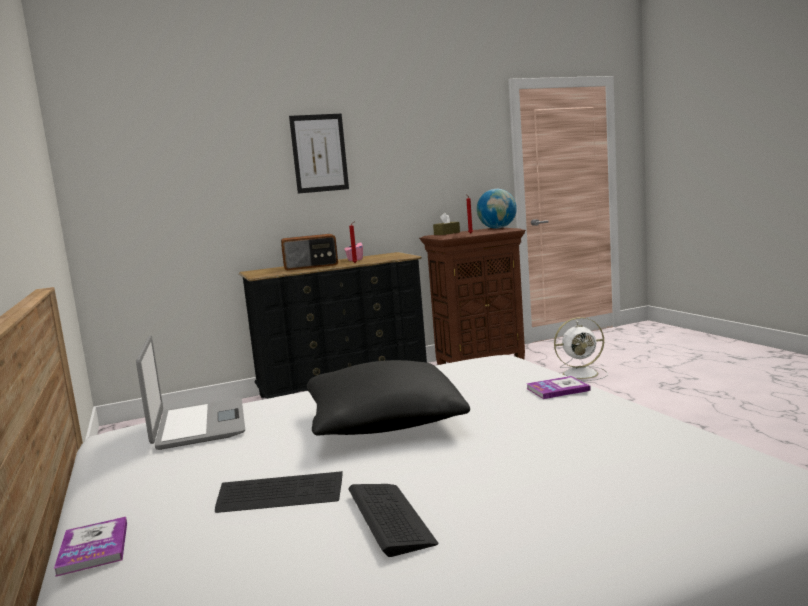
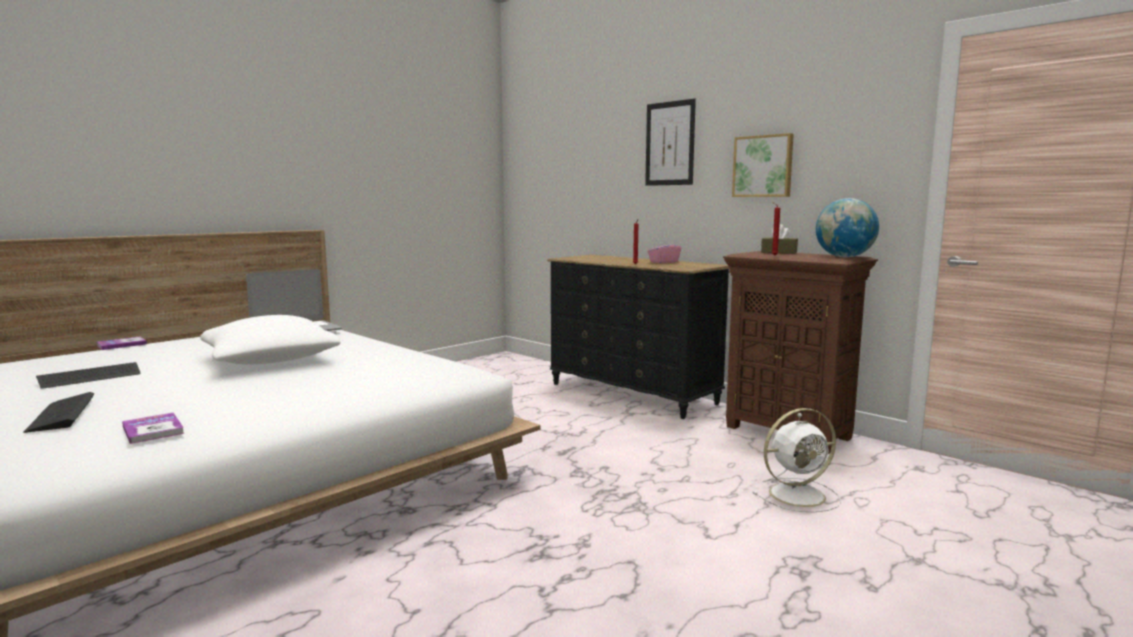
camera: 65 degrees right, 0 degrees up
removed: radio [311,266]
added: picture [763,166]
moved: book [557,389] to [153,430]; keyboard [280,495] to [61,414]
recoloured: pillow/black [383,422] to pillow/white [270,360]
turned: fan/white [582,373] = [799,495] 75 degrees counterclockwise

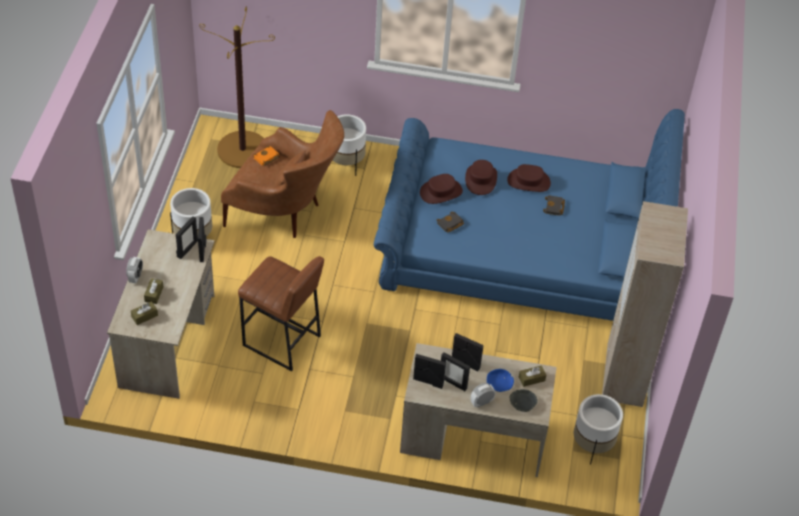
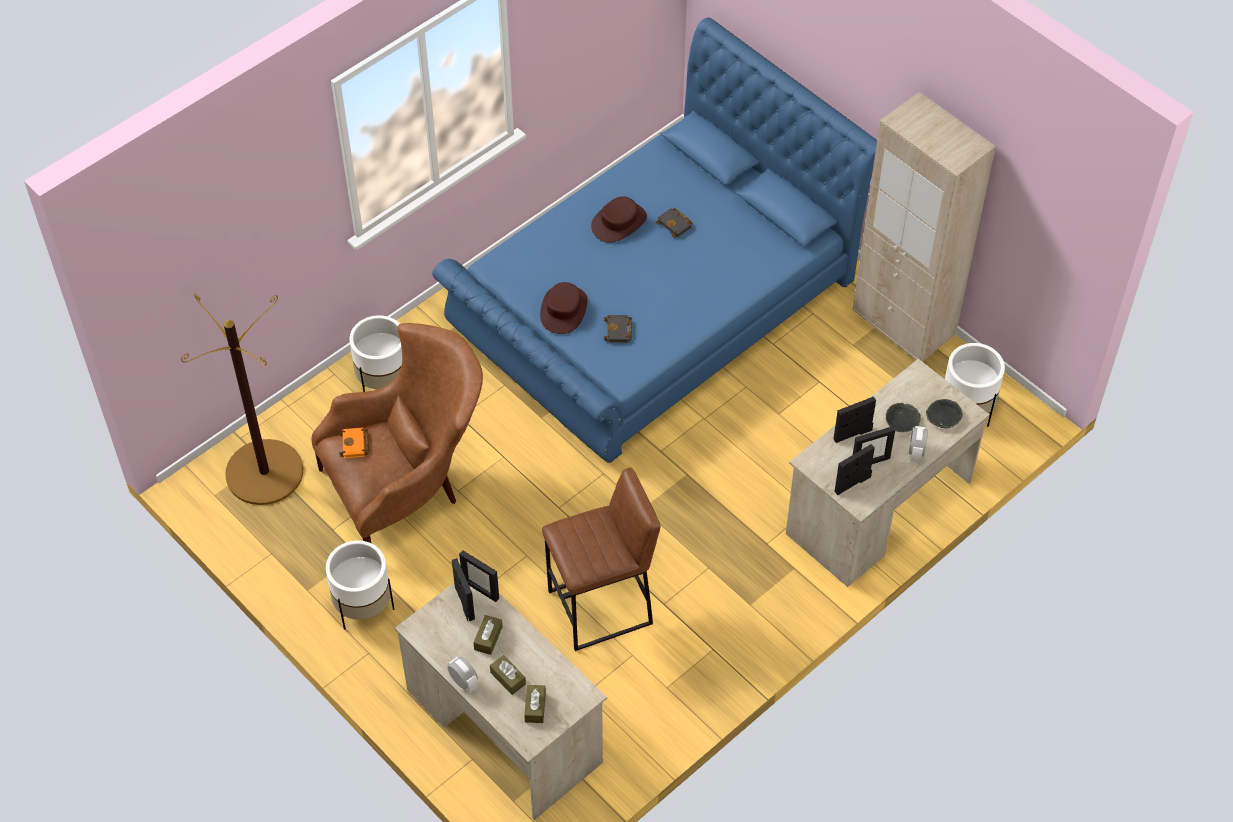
camera: 50 degrees left, 5 degrees up
removed: hat/brown [480,179]
moved: tissue box/brown [531,379] to [488,638]
recoloured: bowl/blue [499,383] to bowl/grey [902,421]

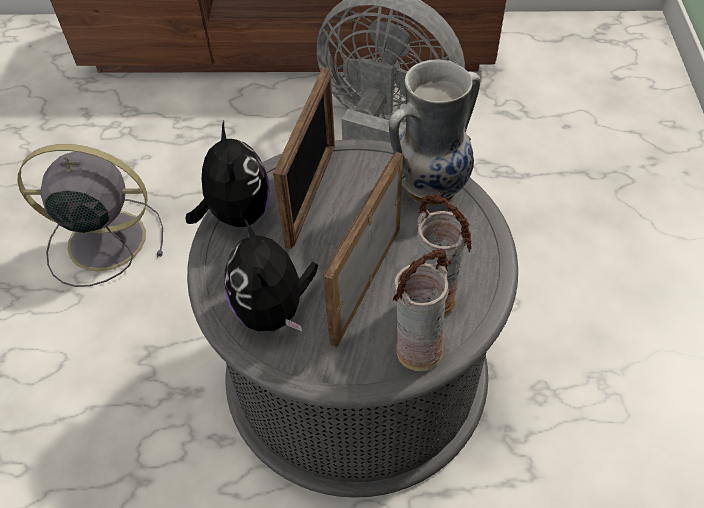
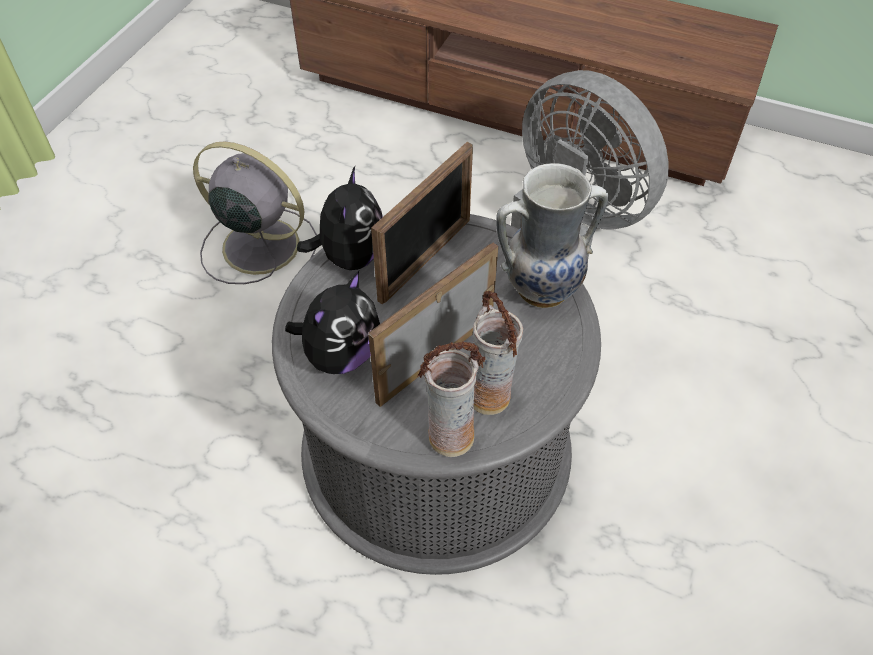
camera: 20 degrees right, 0 degrees up
turned: plush toy [273,310] = [340,355] 150 degrees counterclockwise

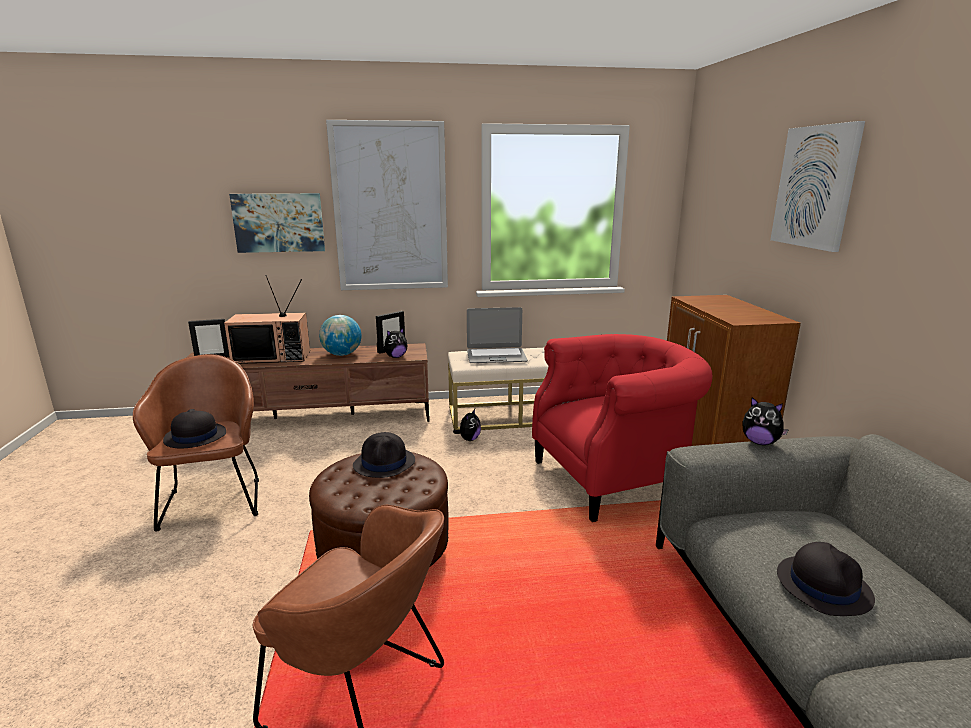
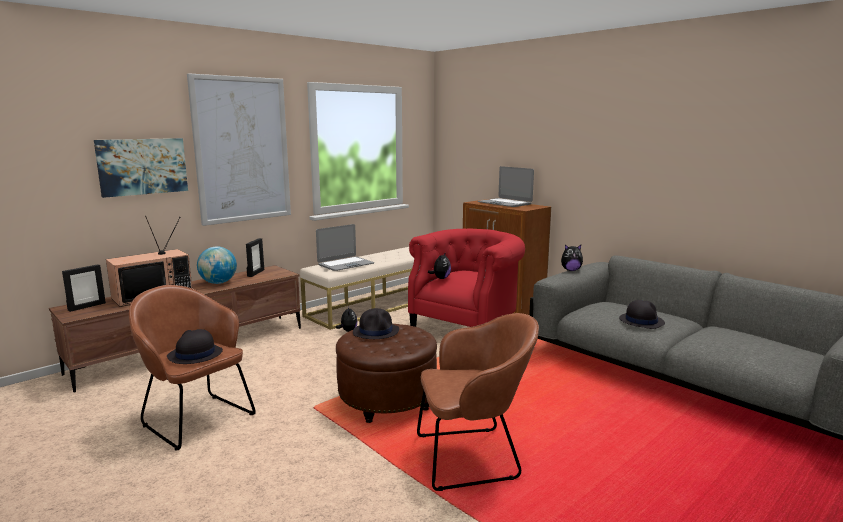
camera: 35 degrees left, 5 degrees down
removed: picture [815,187]
added: laptop [505,203]
moved: plush toy [395,357] to [441,278]

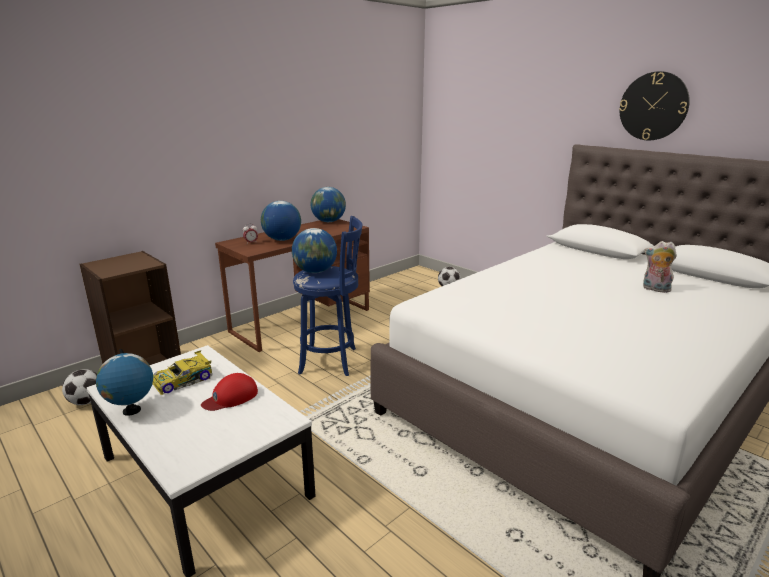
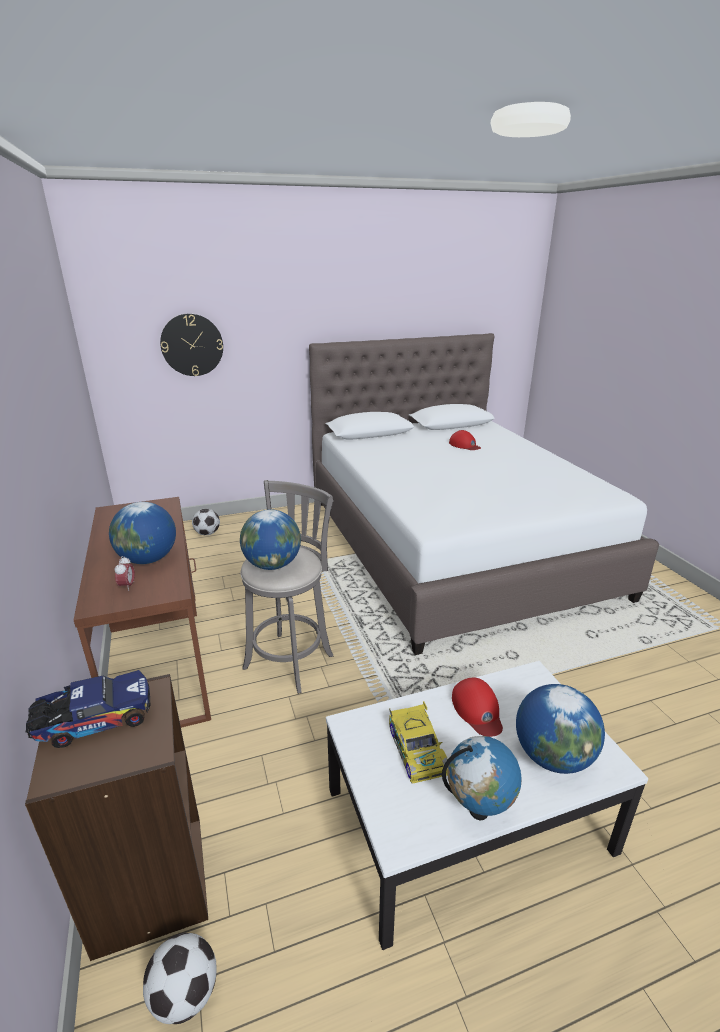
camera: 65 degrees left, 5 degrees up
added: toy truck [93,721]
moved: wall clock [653,106] to [192,345]; globe [329,221] to [552,756]
replaced: plush toy [655,289] to cap/red [464,445]
recoloured: stool/blue [332,361] to stool/grey [291,659]

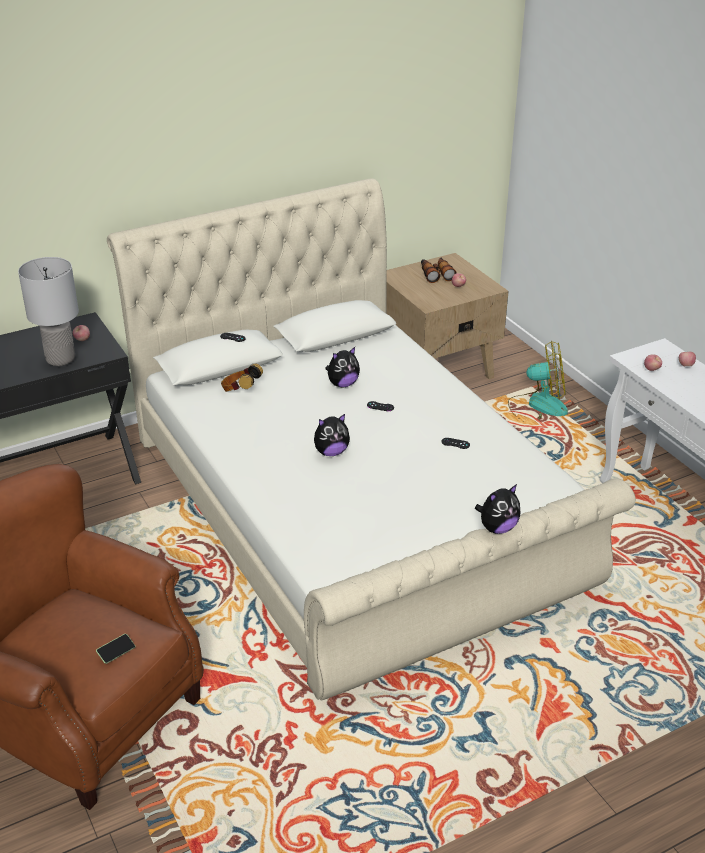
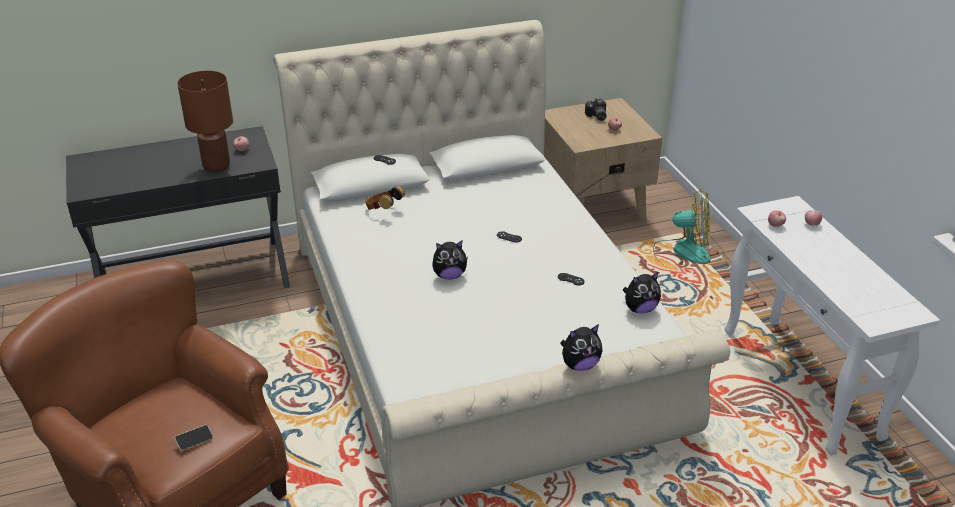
camera: 10 degrees right, 0 degrees up
moved: plush toy [342,384] to [640,309]
replaced: binoculars [436,274] to photo camera [596,116]
recoloured: table lamp/grey [61,361] to table lamp/brown [217,167]

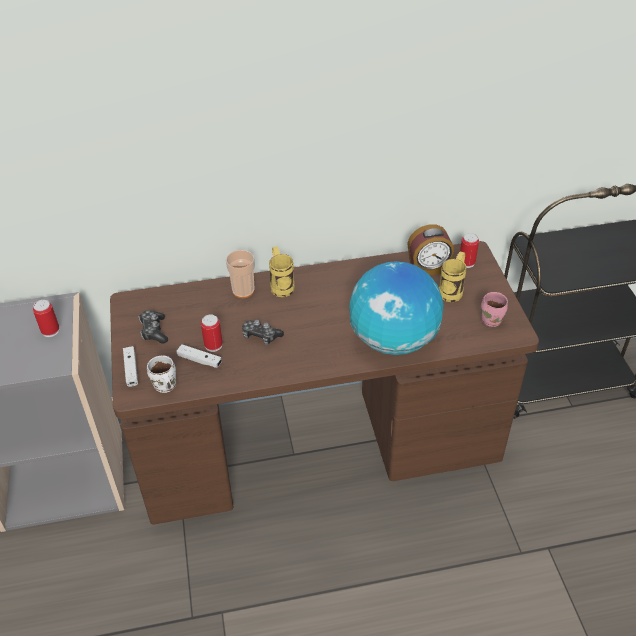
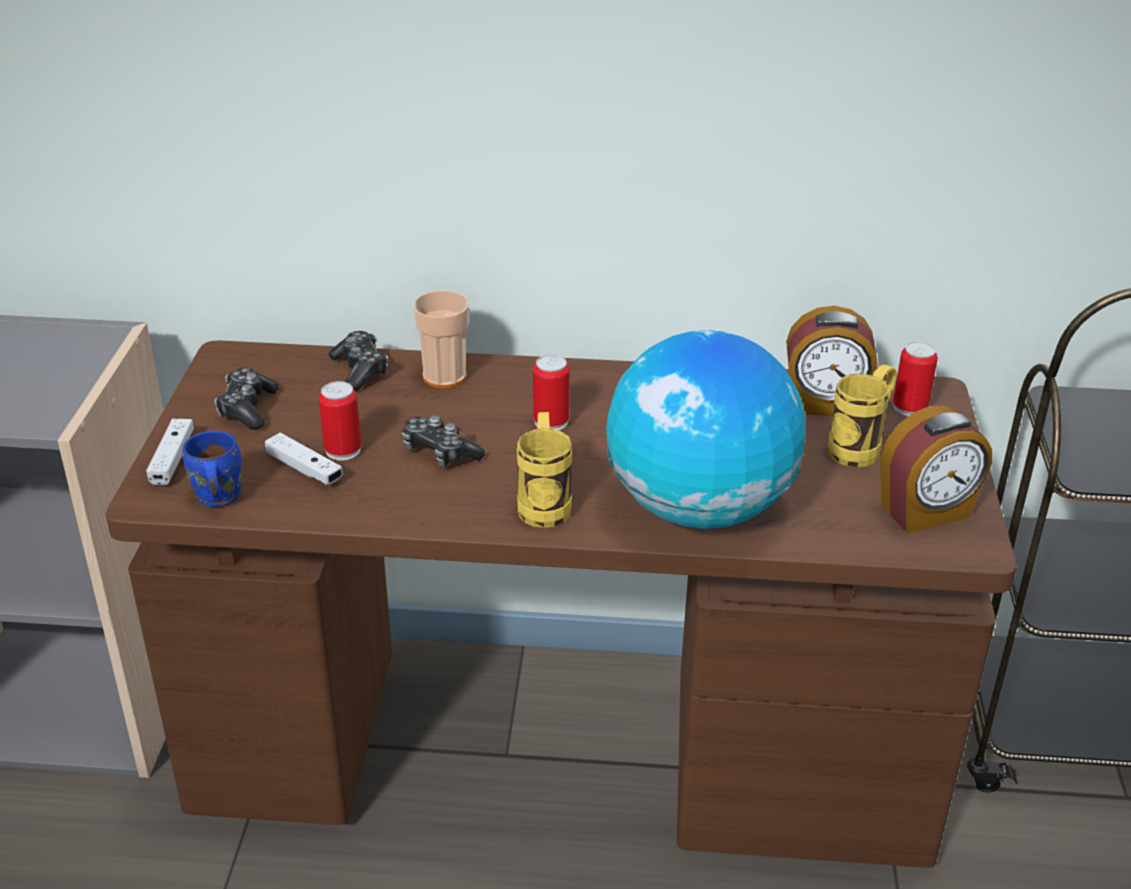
camera: 15 degrees right, 10 degrees down
added: game controller [360,370]
moved: mug/yellow [281,285] to [544,502]; can [50,331] to [551,422]
replaced: mug/pink [492,320] to alarm clock [926,512]
recoloured: mug/white [164,387] to mug/blue [216,498]

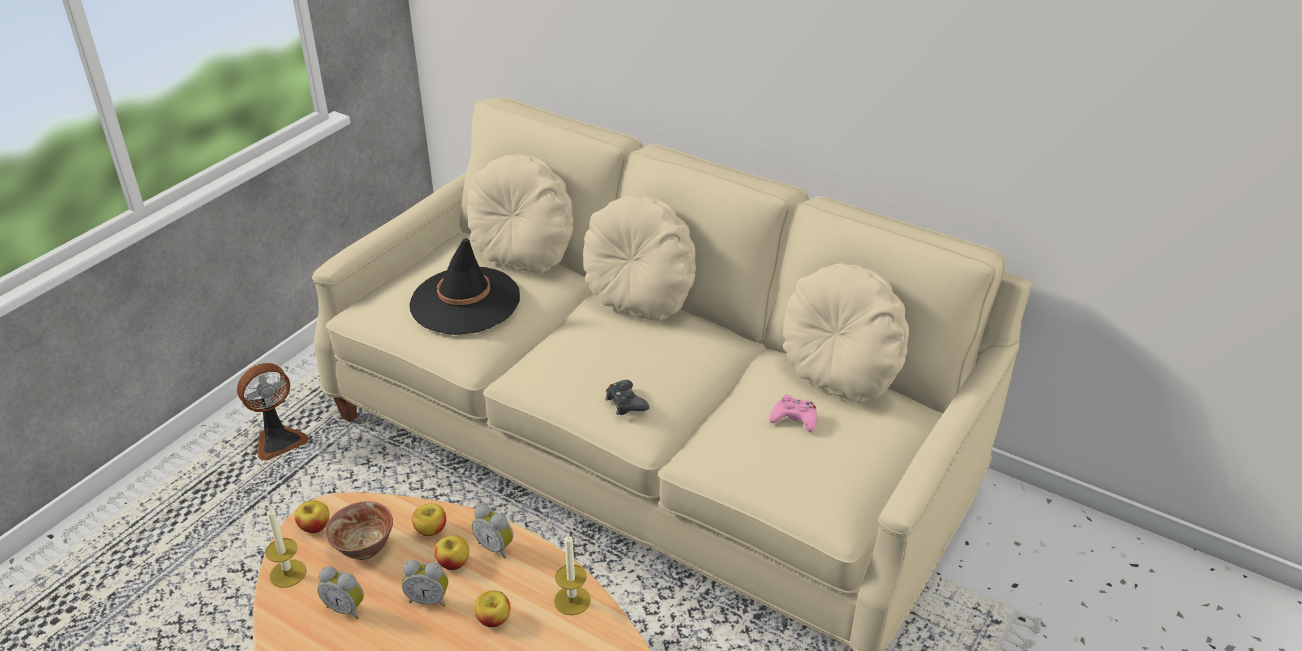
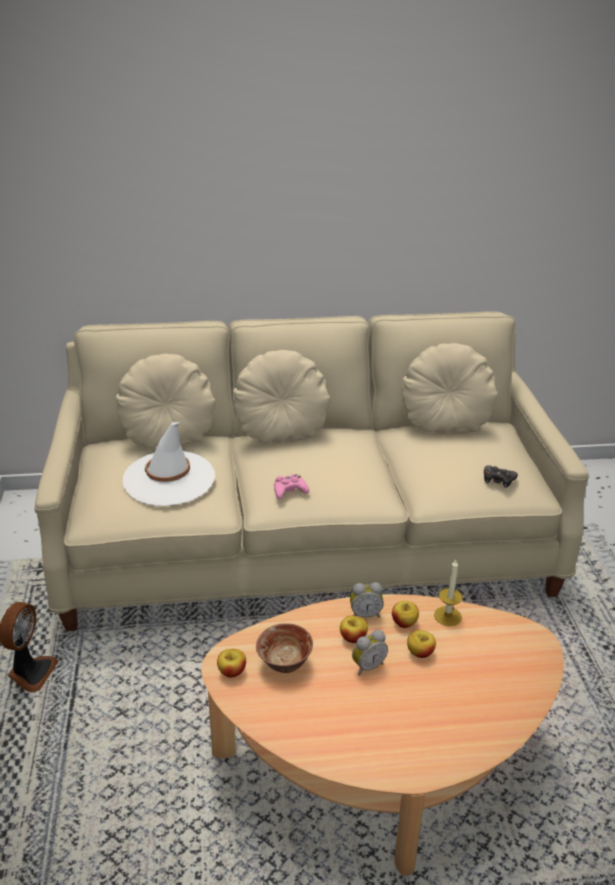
camera: 40 degrees left, 5 degrees down
removed: candle [288,573]; alarm clock [346,608]
moved: game controller/black [625,403] to [498,480]; game controller/pink [794,419] to [289,491]; apple [431,530] to [404,623]
recoloured: hat/black [465,301] to hat/white [169,479]

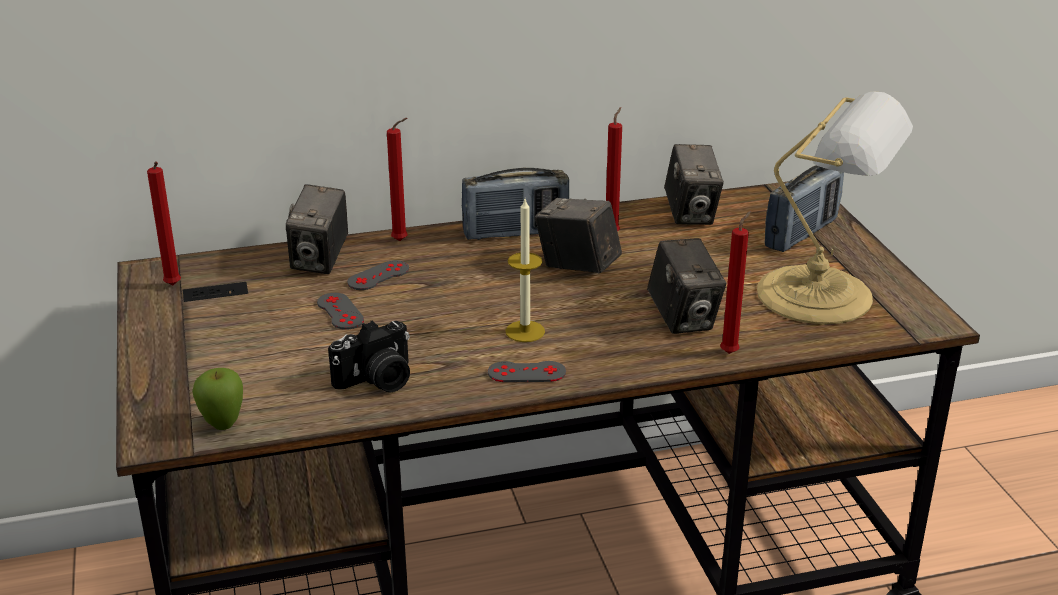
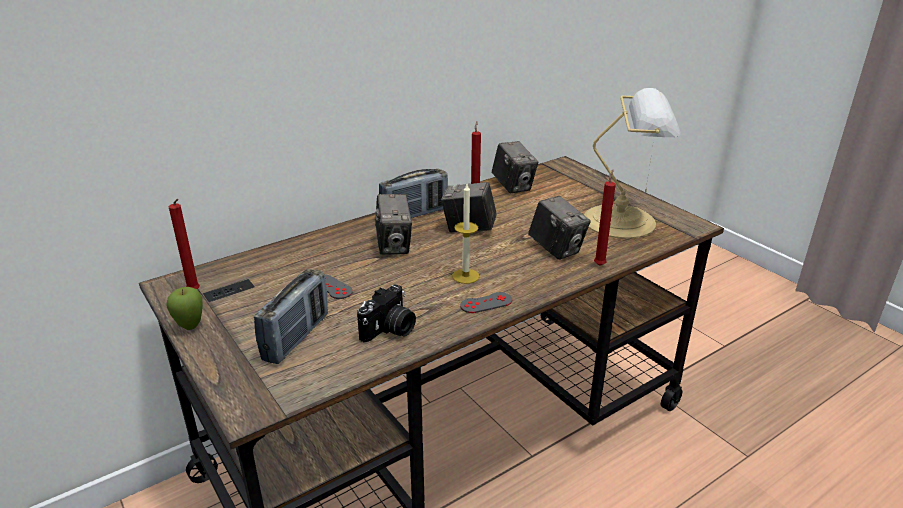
camera: 20 degrees left, 0 degrees up
removed: candle/red [402,241]; game controller/grey [378,276]
moved: radio [801,234] to [296,337]; photo camera [320,260] to [394,246]; apple [223,425] to [190,327]

